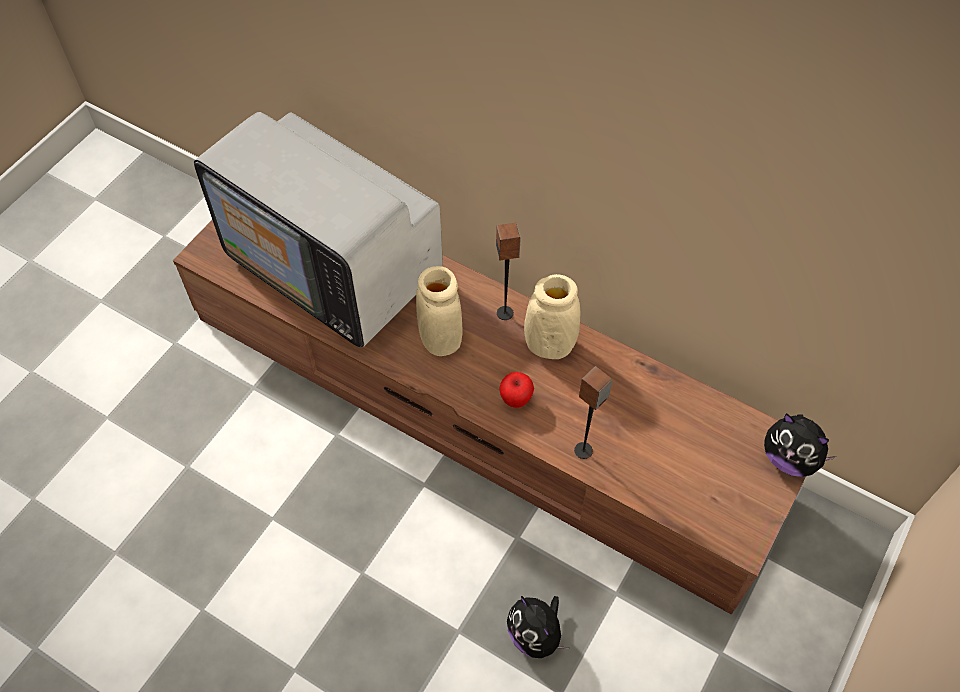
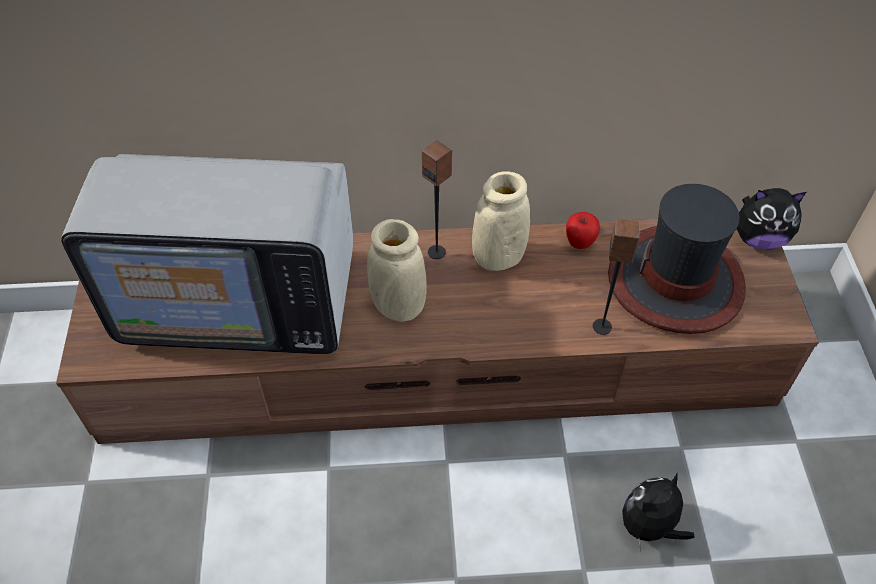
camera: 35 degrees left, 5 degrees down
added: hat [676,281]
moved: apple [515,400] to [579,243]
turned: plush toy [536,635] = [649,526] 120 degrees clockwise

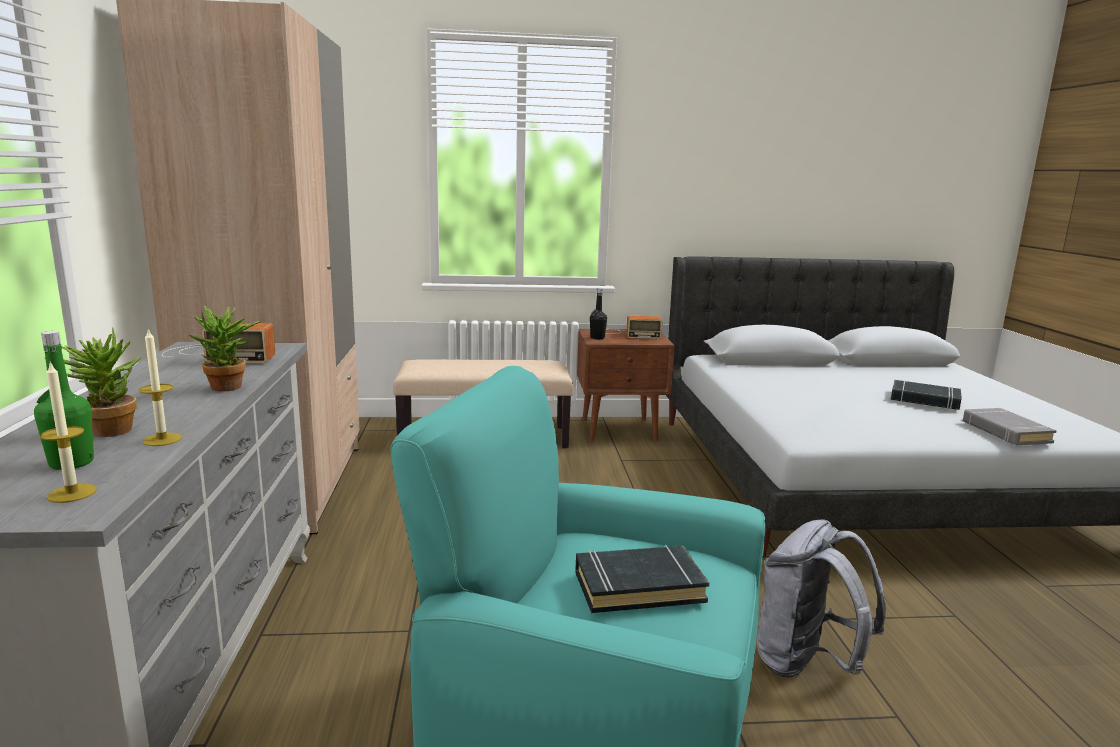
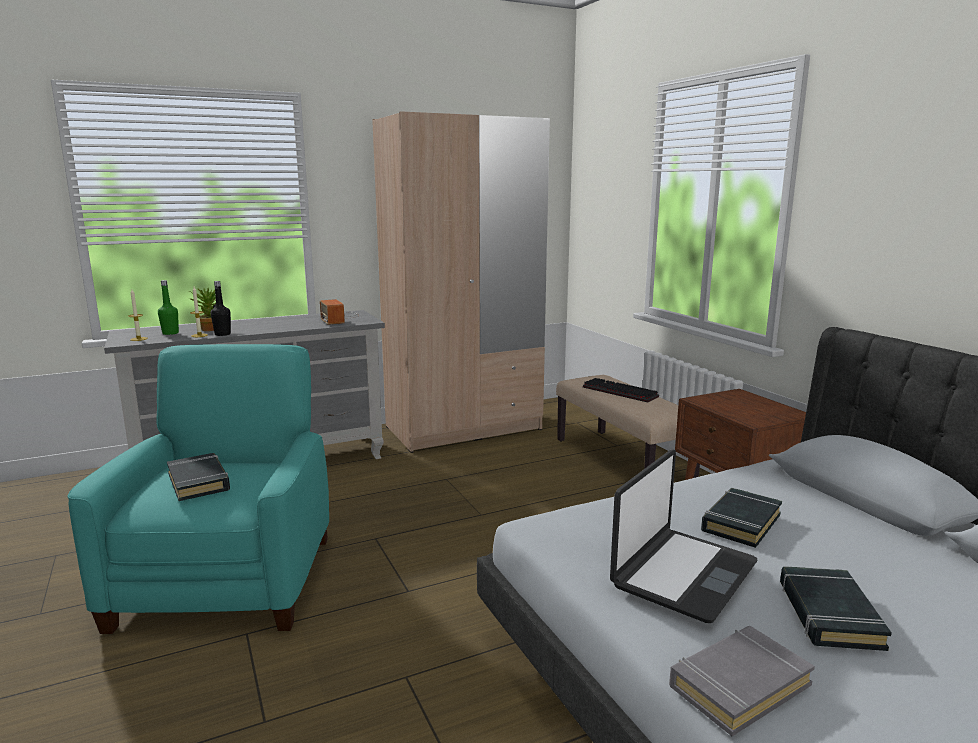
camera: 70 degrees right, 0 degrees up
removed: potted plant [230,388]; radio [624,334]; backpack/grey [806,664]
added: keyboard [618,392]; laptop [682,574]; book/black [740,522]
moved: bottle/black [597,338] to [222,334]

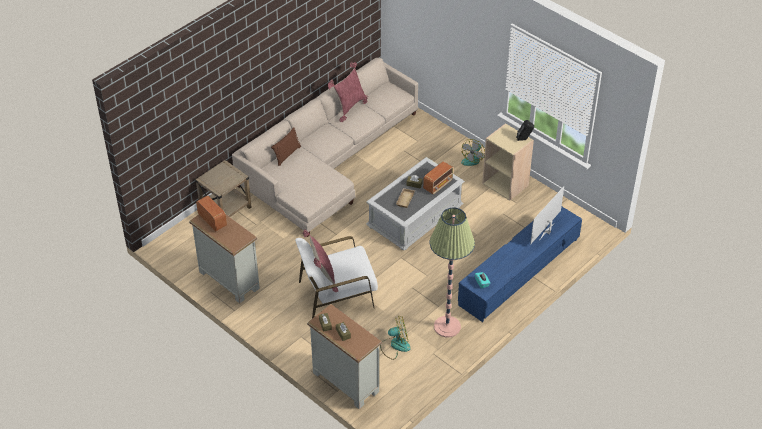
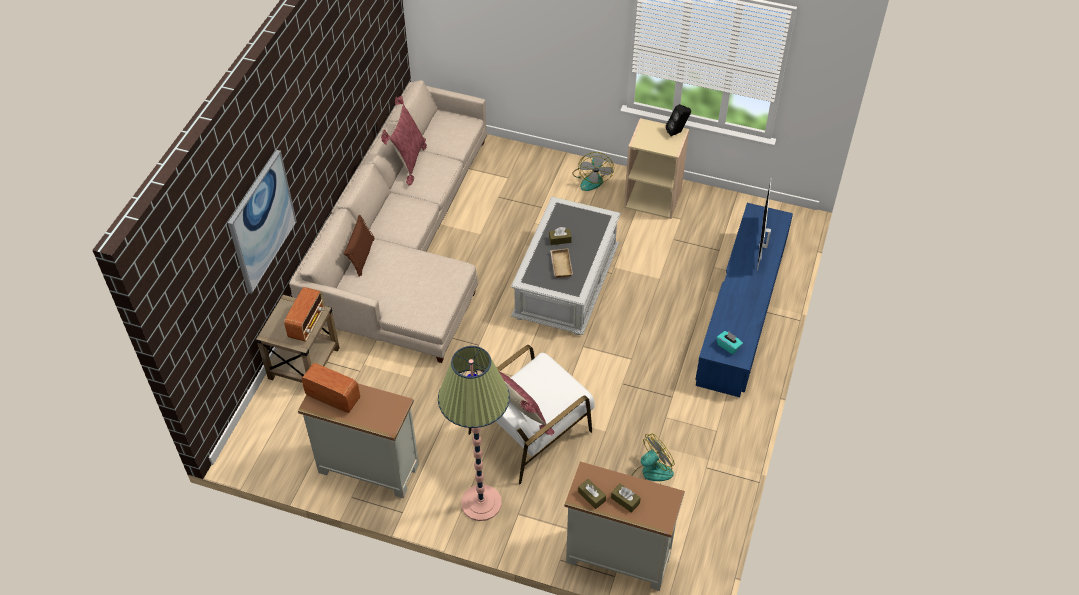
camera: 25 degrees left, 5 degrees up
added: picture [262,221]
moved: radio [438,185] to [307,323]; floor lamp [447,326] to [481,503]

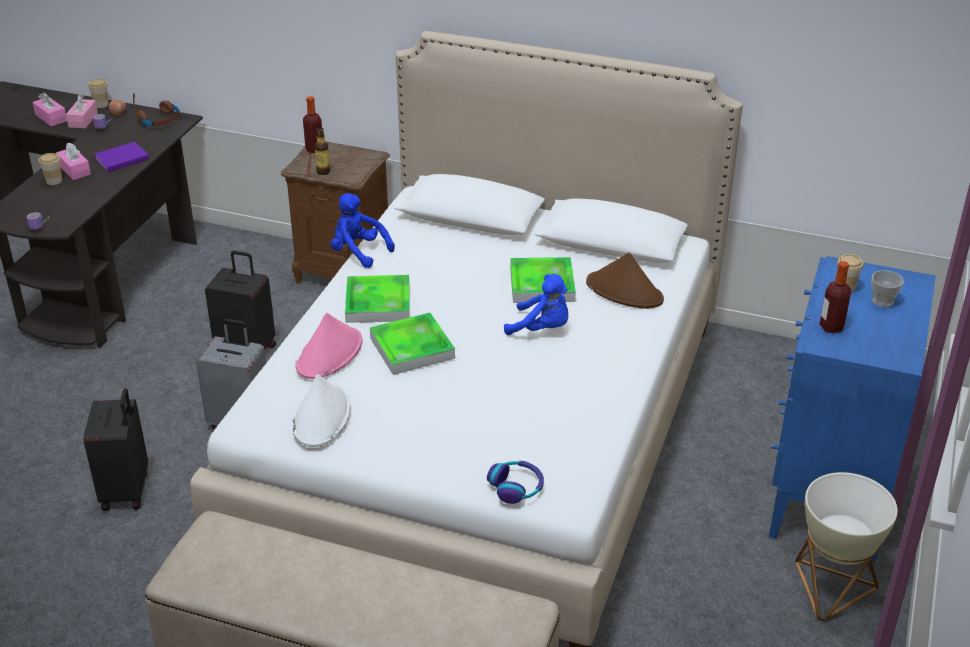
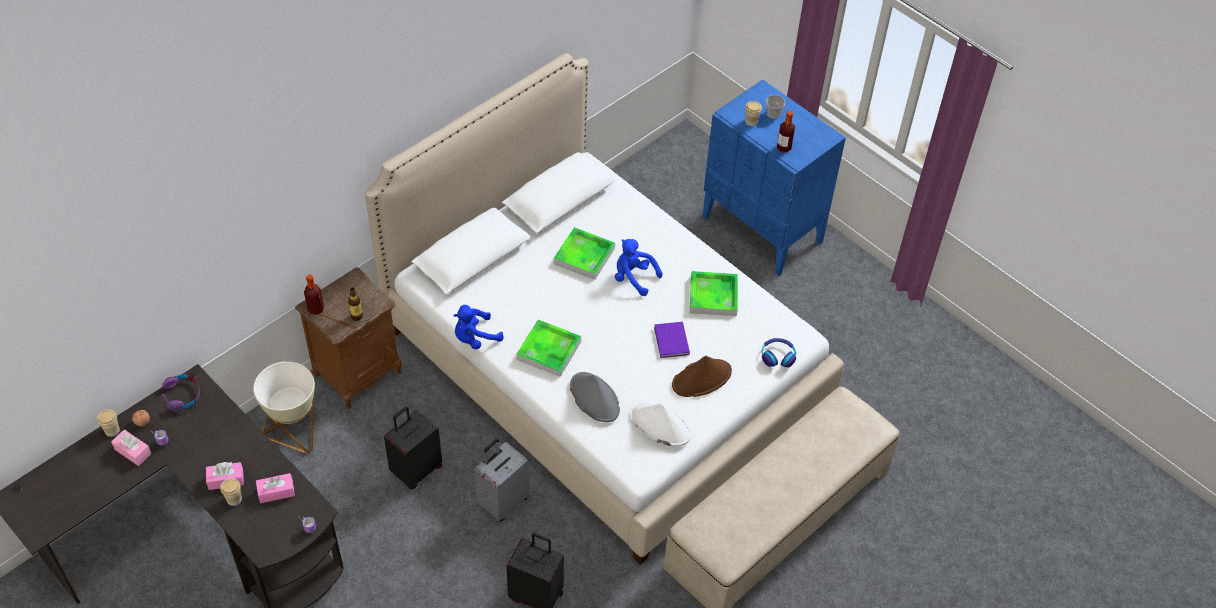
camera: 65 degrees left, 15 degrees up
moved: tissue box/pink [51,118] to [276,492]; book/purple [120,159] to [671,342]; hat/brown [625,291] to [702,378]; tray [412,348] to [713,296]; planter [830,591] to [295,434]
recoloured: headphones/brown [160,120] to headphones/purple [182,395]; hat/pink [329,354] to hat/grey [594,398]
turned: plush toy/blue [542,329] = [633,278] 105 degrees counterclockwise

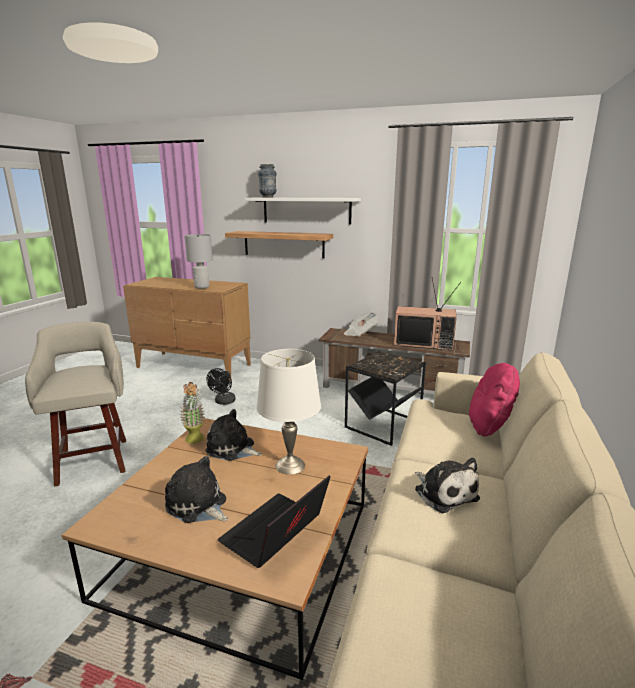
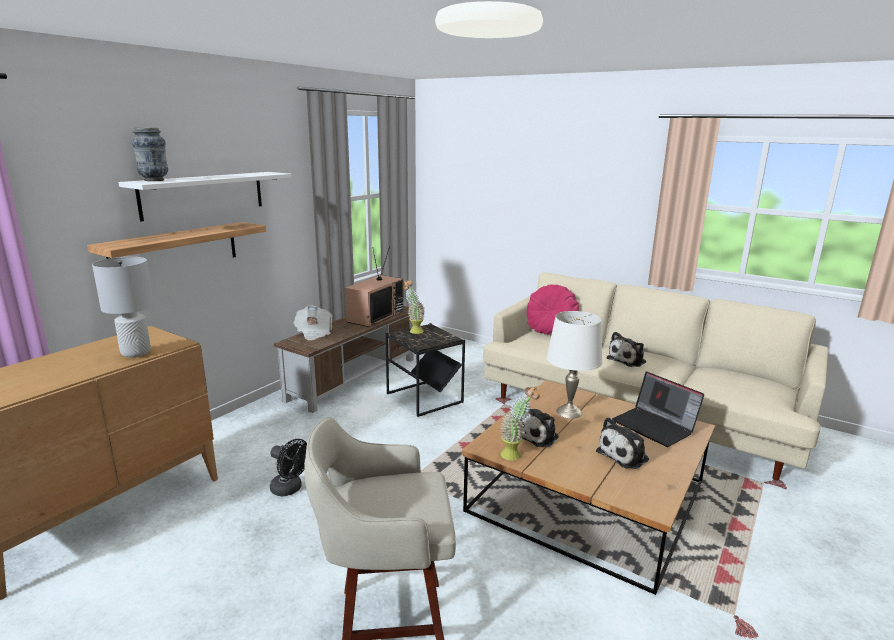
camera: 75 degrees left, 0 degrees up
added: potted plant [413,330]
turned: plush toy [444,492] = [628,360] 150 degrees clockwise

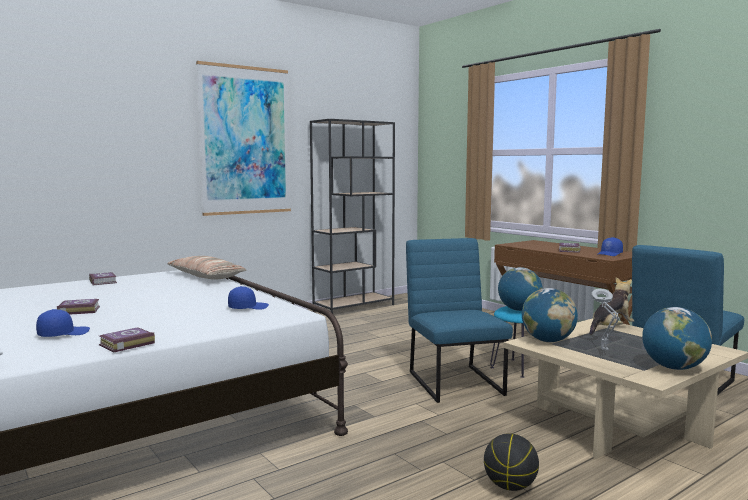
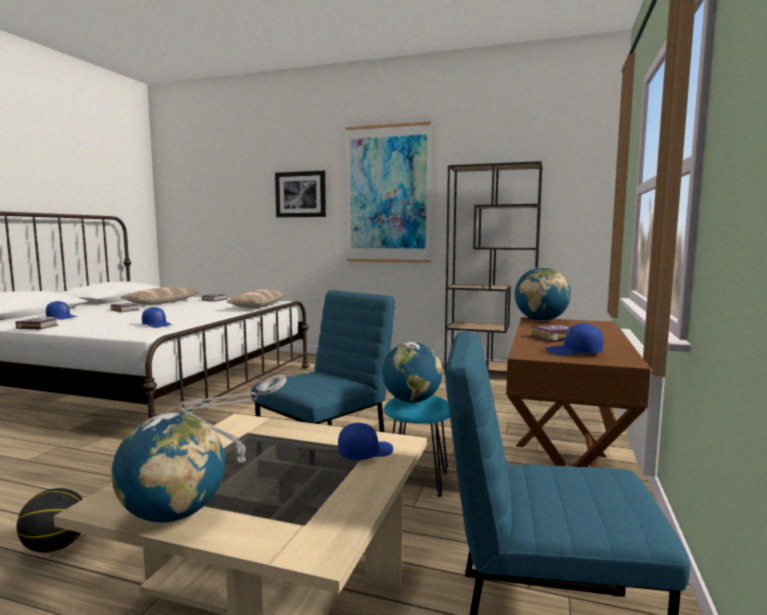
camera: 55 degrees right, 0 degrees up
added: picture [300,194]; pillow [161,303]
moved: globe [548,341] to [541,320]
replaced: plush toy [610,329] to cap/blue [365,453]

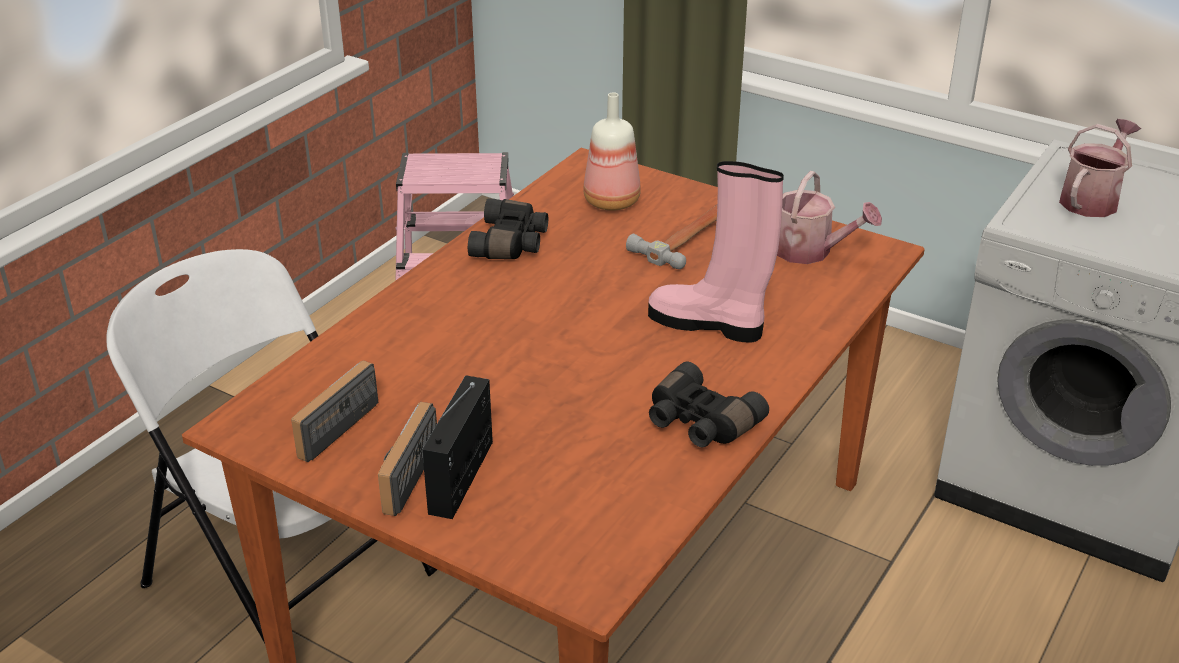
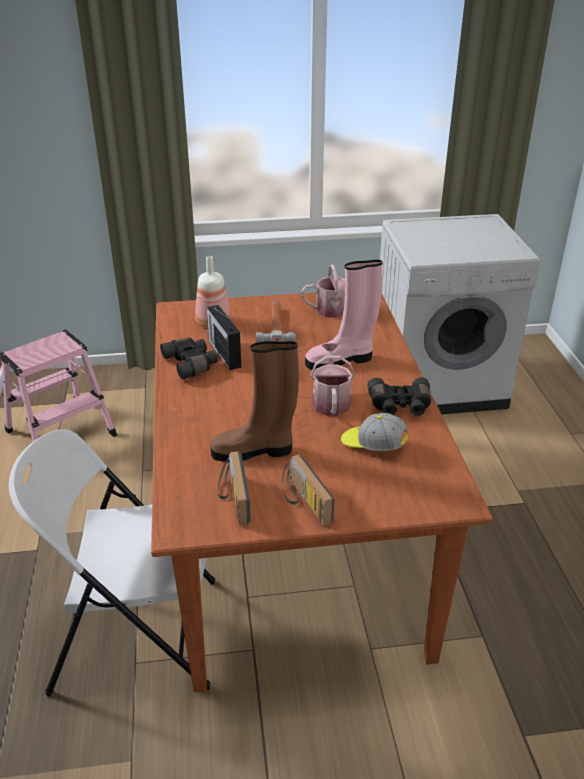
camera: 40 degrees left, 0 degrees up
added: boot/brown [254,451]; cap [373,445]
moved: watering can [1092,199] to [331,400]; radio [462,475] to [224,353]

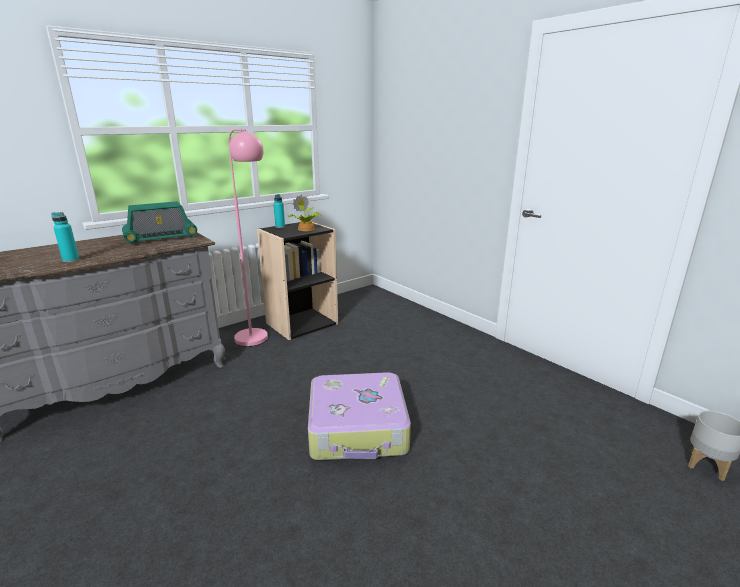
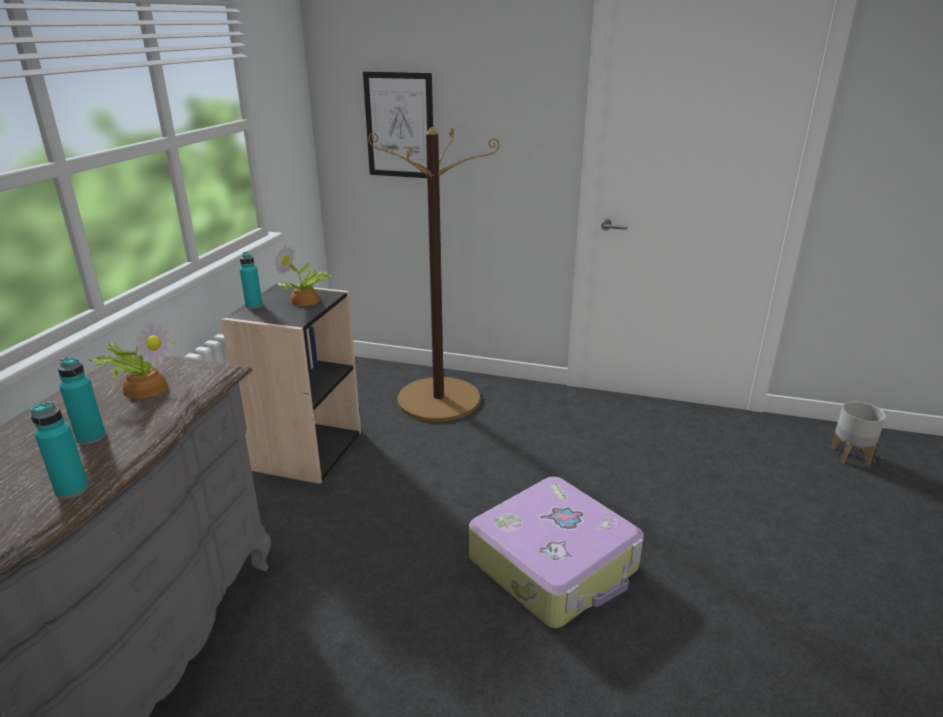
camera: 35 degrees left, 5 degrees up
removed: floor lamp/pink [257,342]
added: picture [399,125]; clothes rack/brown [439,399]; bottle/turquoise [91,437]
replaced: radio [161,237] to potted plant [145,387]

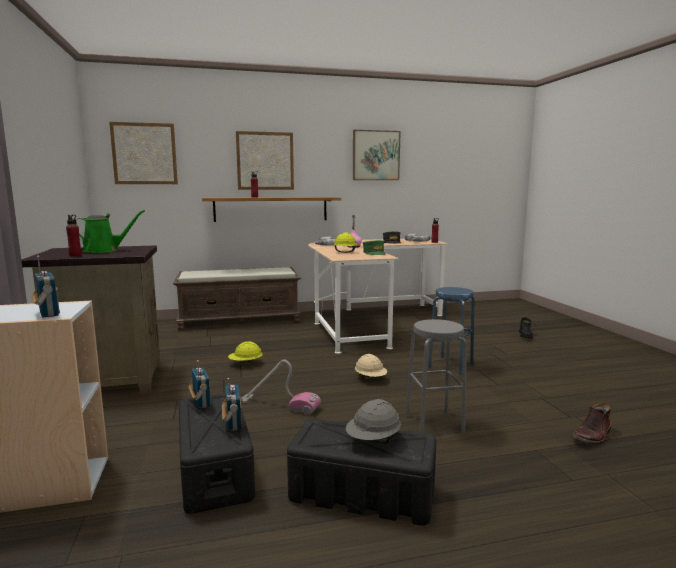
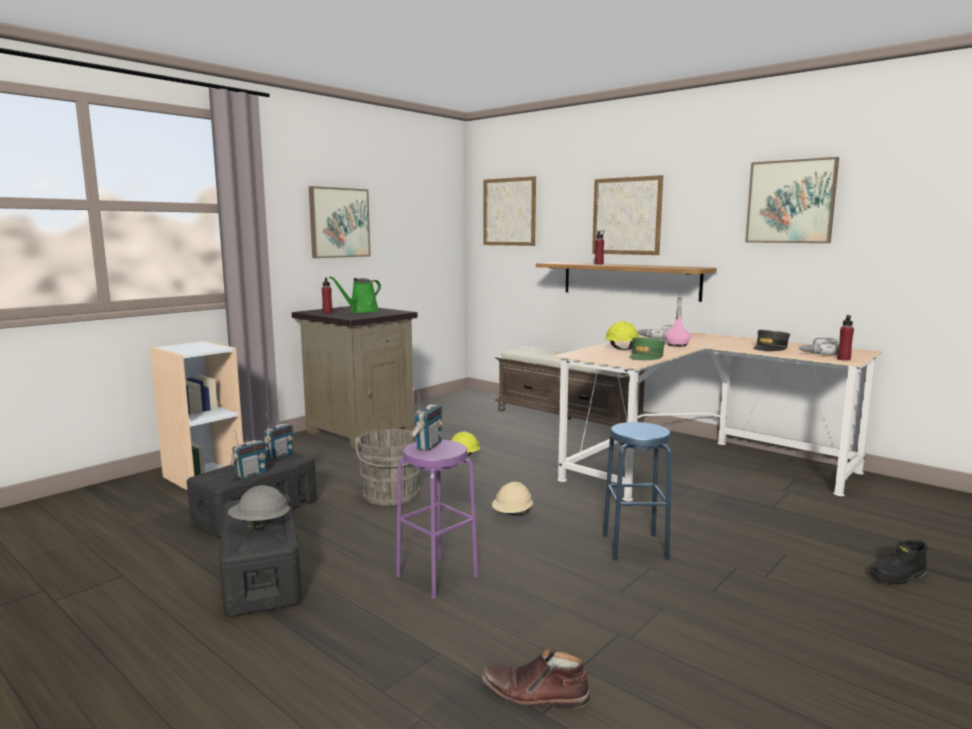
camera: 55 degrees right, 0 degrees up
added: picture [339,223]
moved: radio [48,314] to [428,446]
replaced: vacuum cleaner [279,404] to bucket/grey [391,496]
recoloured: stool/grey [434,424] to stool/purple [437,576]
turned: watering can/green [104,250] = [361,312] 90 degrees clockwise

